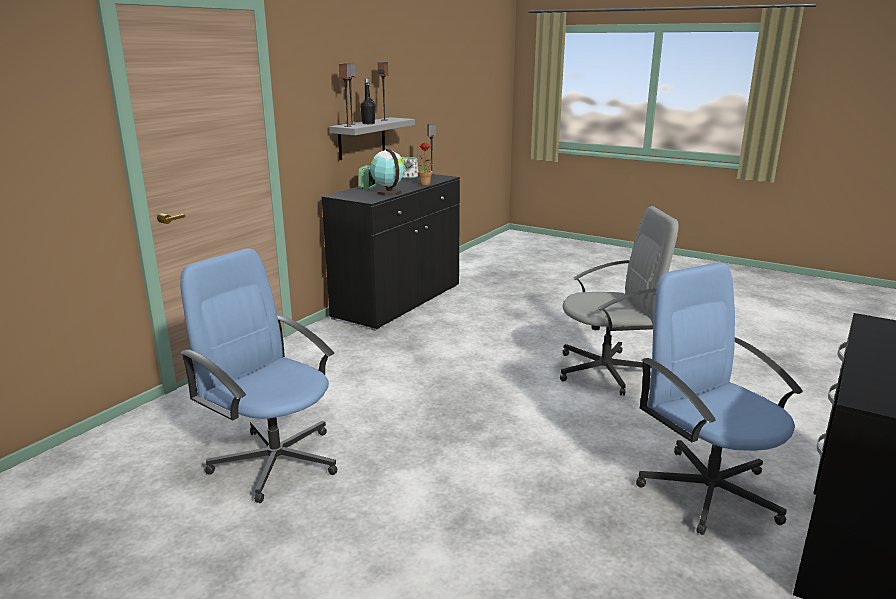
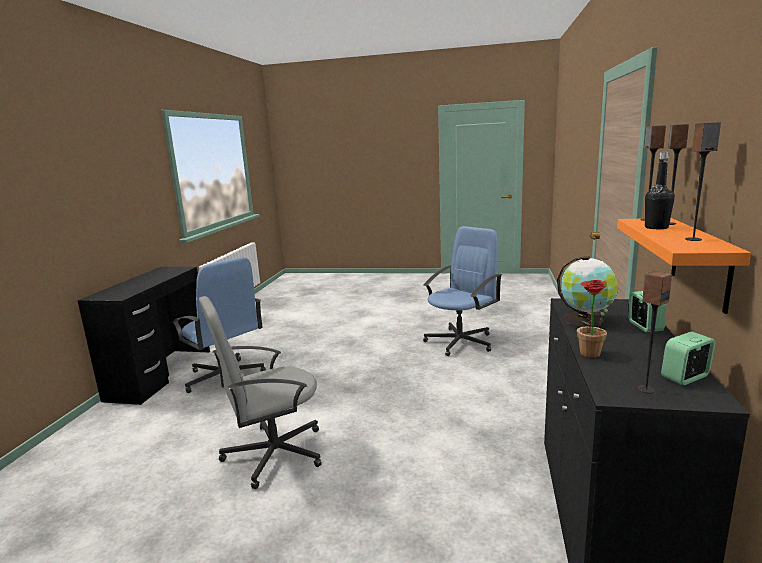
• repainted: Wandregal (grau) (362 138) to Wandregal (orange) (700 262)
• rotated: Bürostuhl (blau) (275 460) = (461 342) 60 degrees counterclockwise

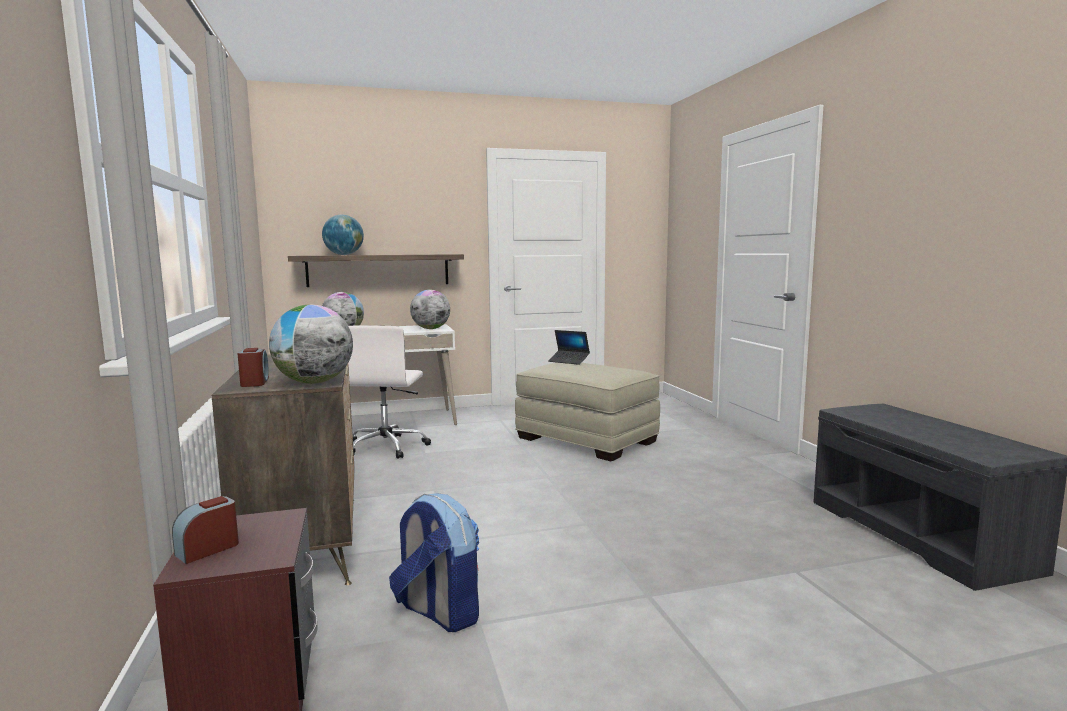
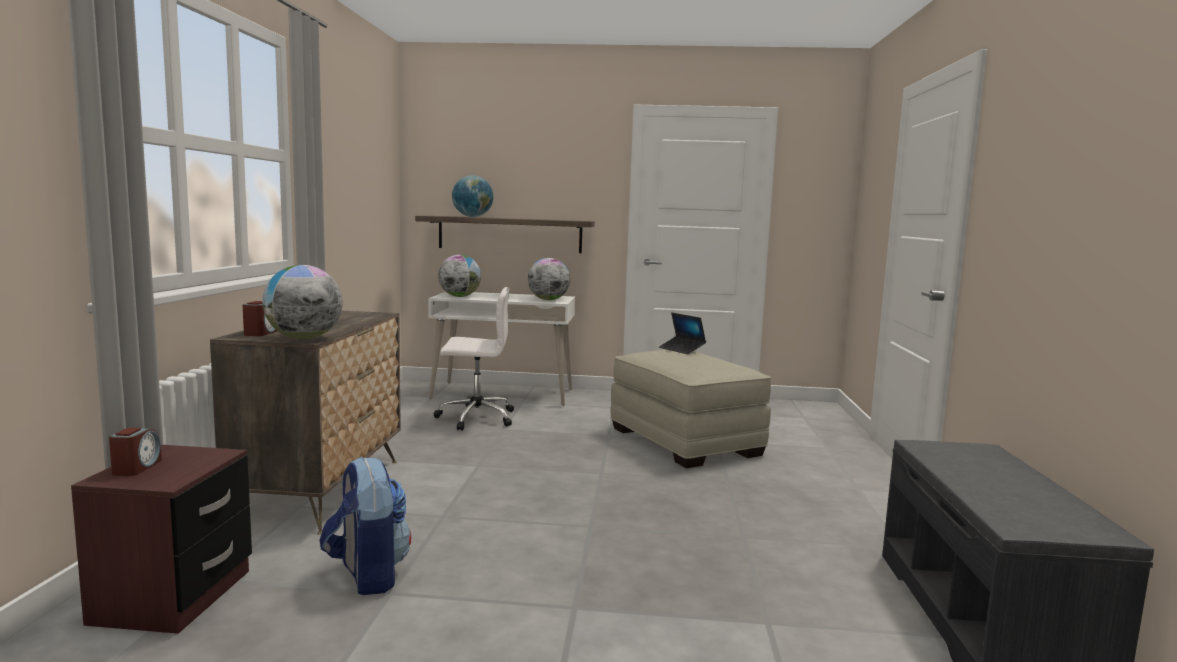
• rotated: Bürostuhl (weiß) (386 447) = (475 418) 120 degrees counterclockwise
• rotated: Wecker (208 549) = (136 467) 120 degrees clockwise

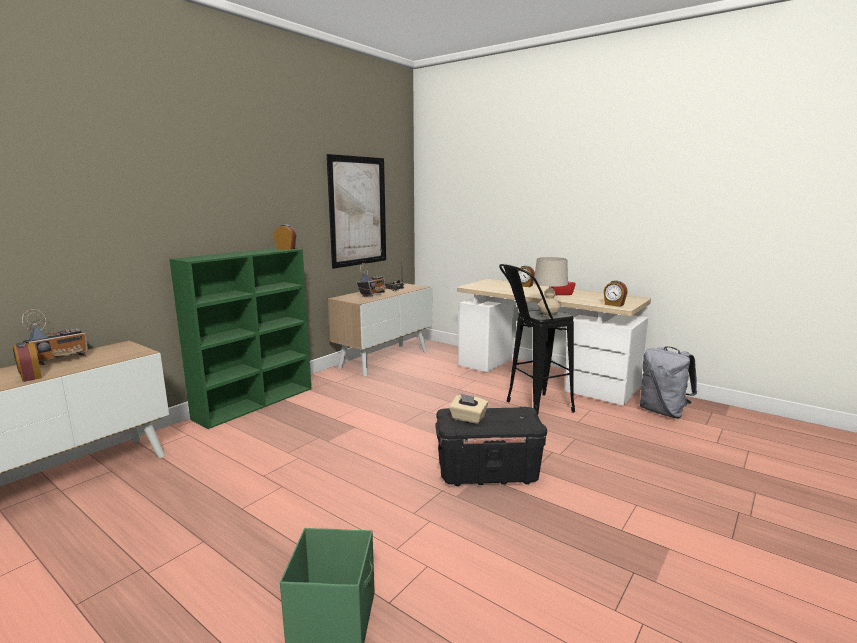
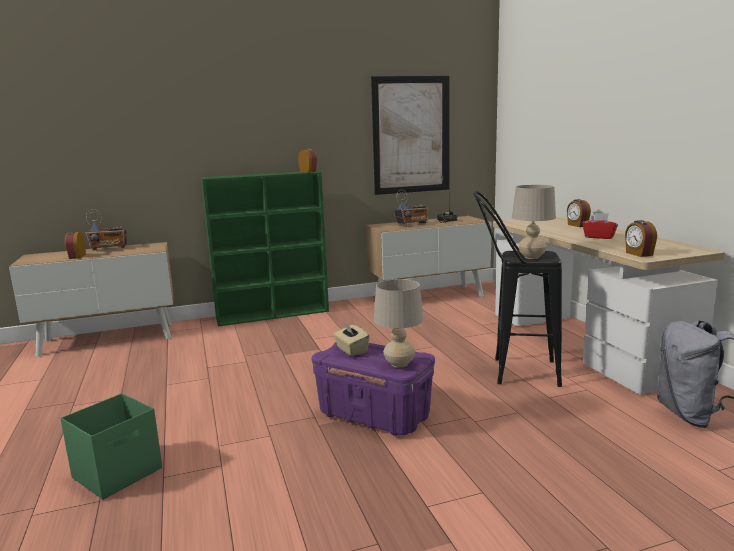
• repainted: Aufbewahrungsbox (schwarz) (488 473) to Aufbewahrungsbox (lila) (375 416)
• new: Tischlampe (beige) (399 364)

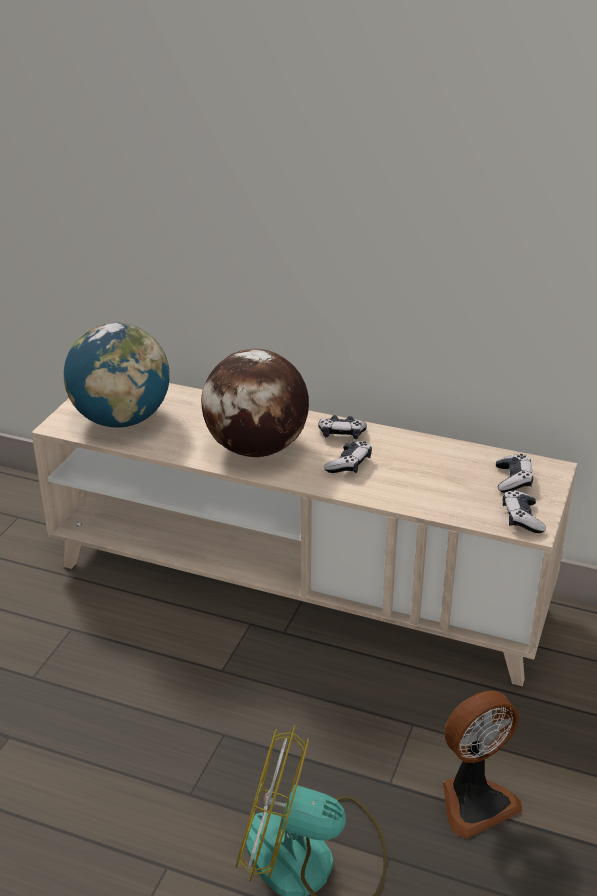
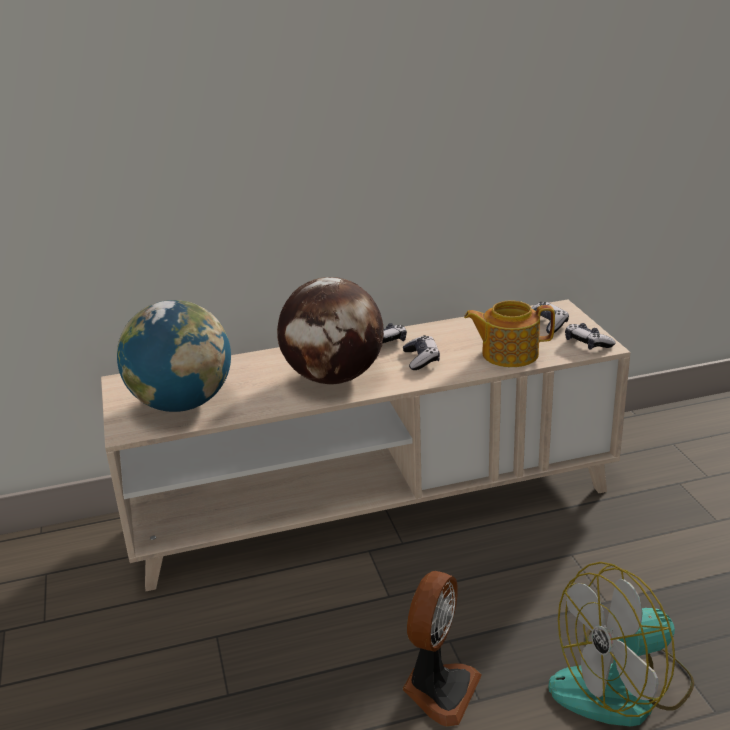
• shifted: Ventilator (474 801) to (438 689)
• new: Teekanne (508 354)

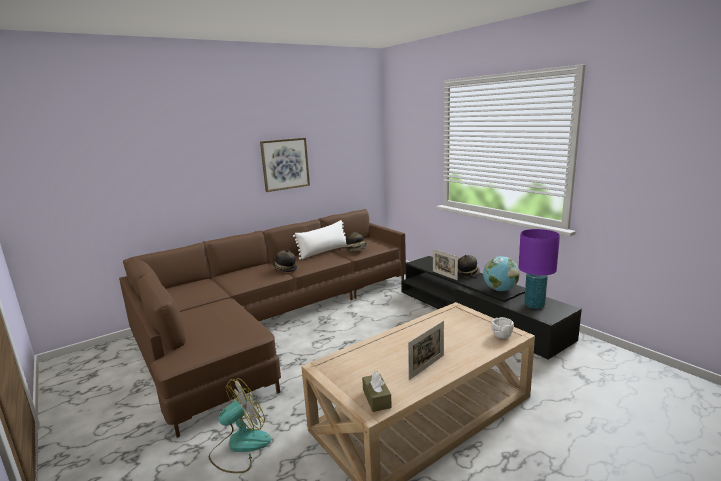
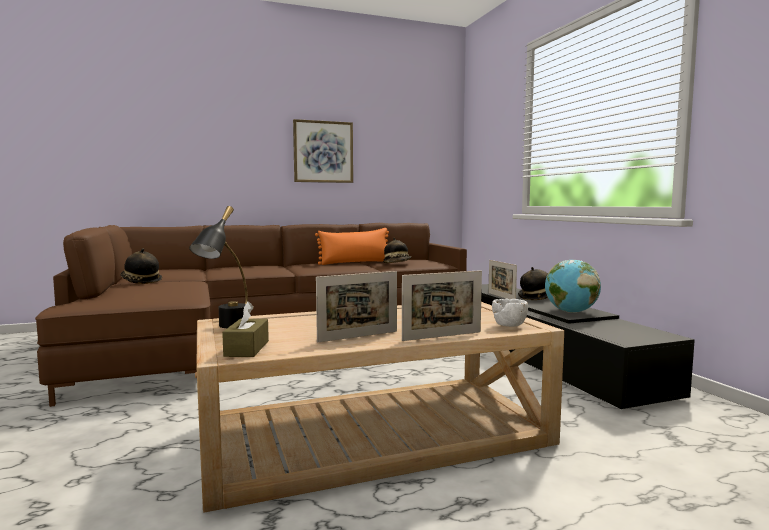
• repainted: Kissen (weiß) (323 252) to Kissen (orange) (355 263)
• gone: Tischlampe (lila) (534 305)
• shifted: Hut (284 269) to (141 281)
• gone: Ventilator (240 446)
• new: Tischlampe (schwarz) (226 328)
• new: Bilderrahmen (442 336)

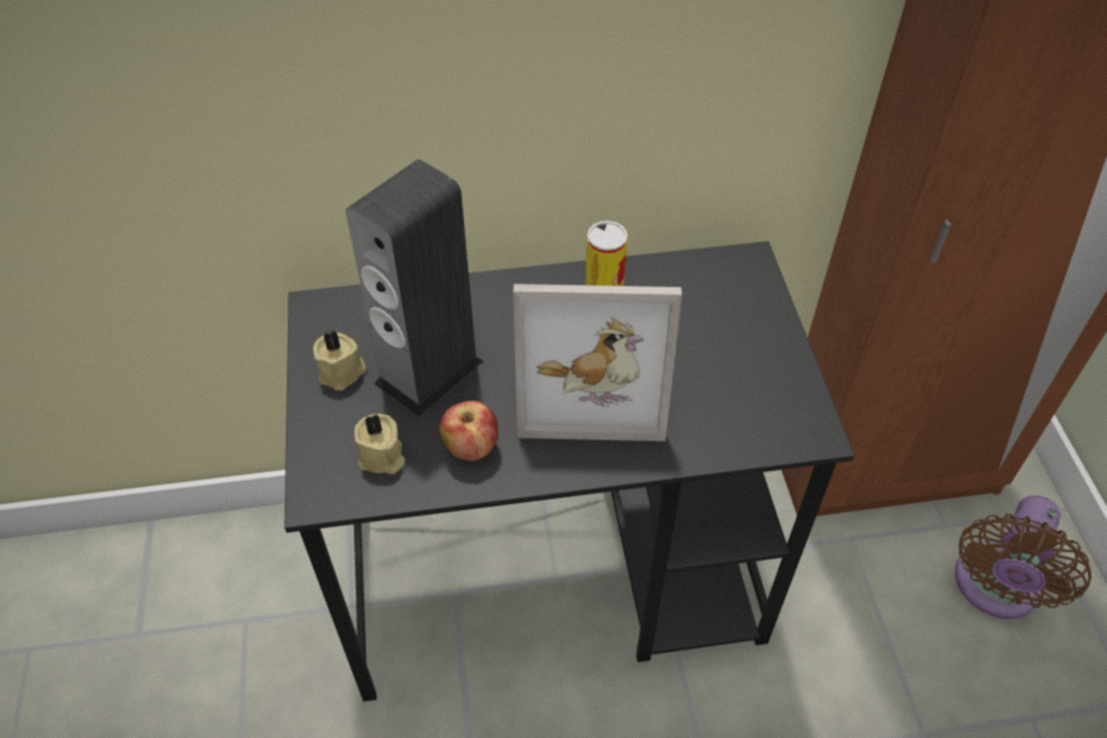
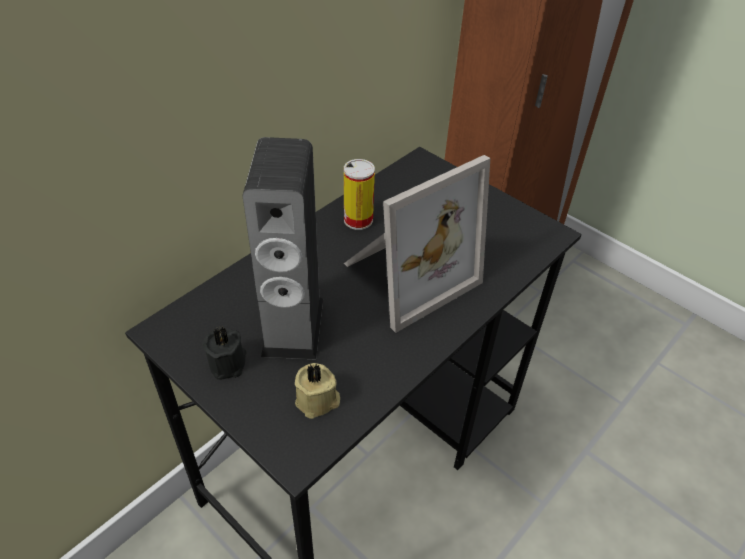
• repainted: Kerze (beige) (343 373) to Kerze (schwarz) (229 363)
• gone: Apfel (471 448)
• gone: Ventilator (braun) (994 588)

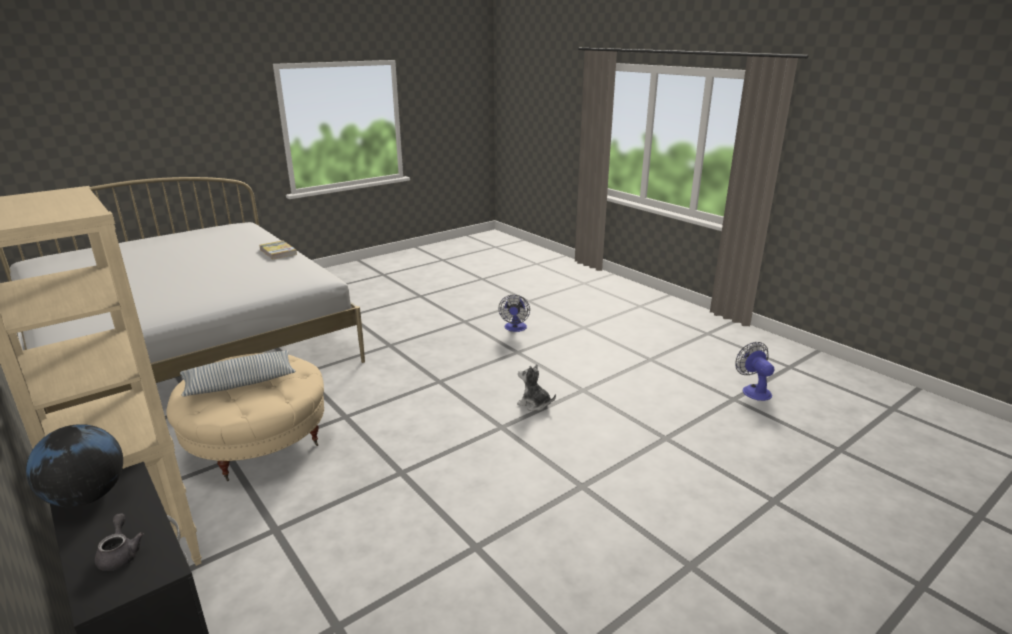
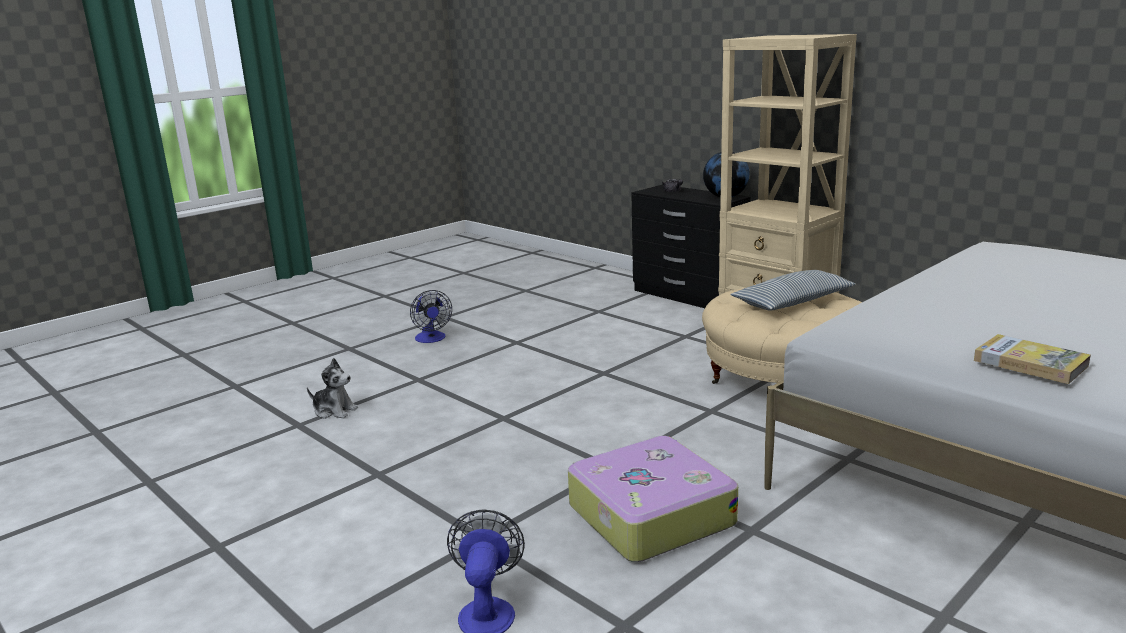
• shifted: Ventilator (753 390) to (431 339)
• shifted: Plüschtier (534 404) to (334 411)
• new: Koffer (648 515)

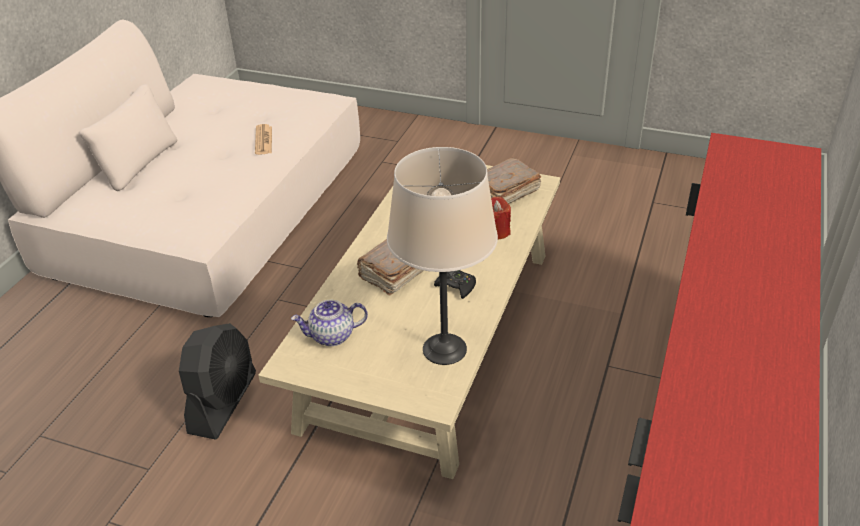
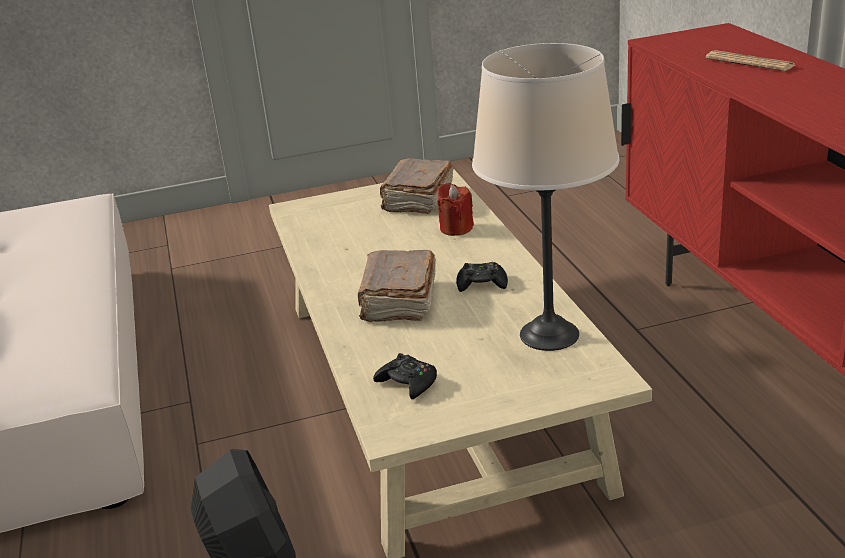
• shifted: Zeitung (263 140) to (749 62)
• swapped: Teekanne (332 336) to Gamepad (schwarz) (408 383)

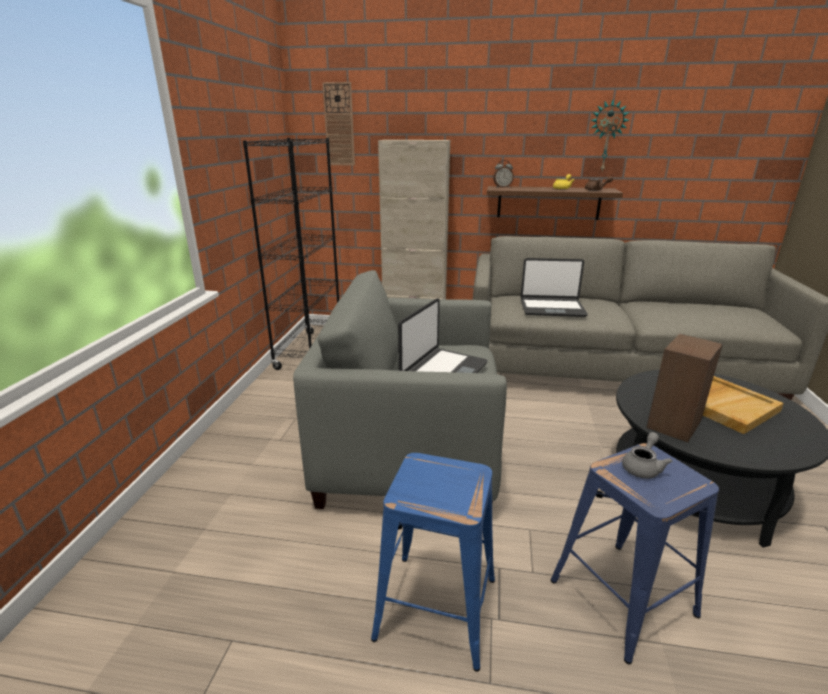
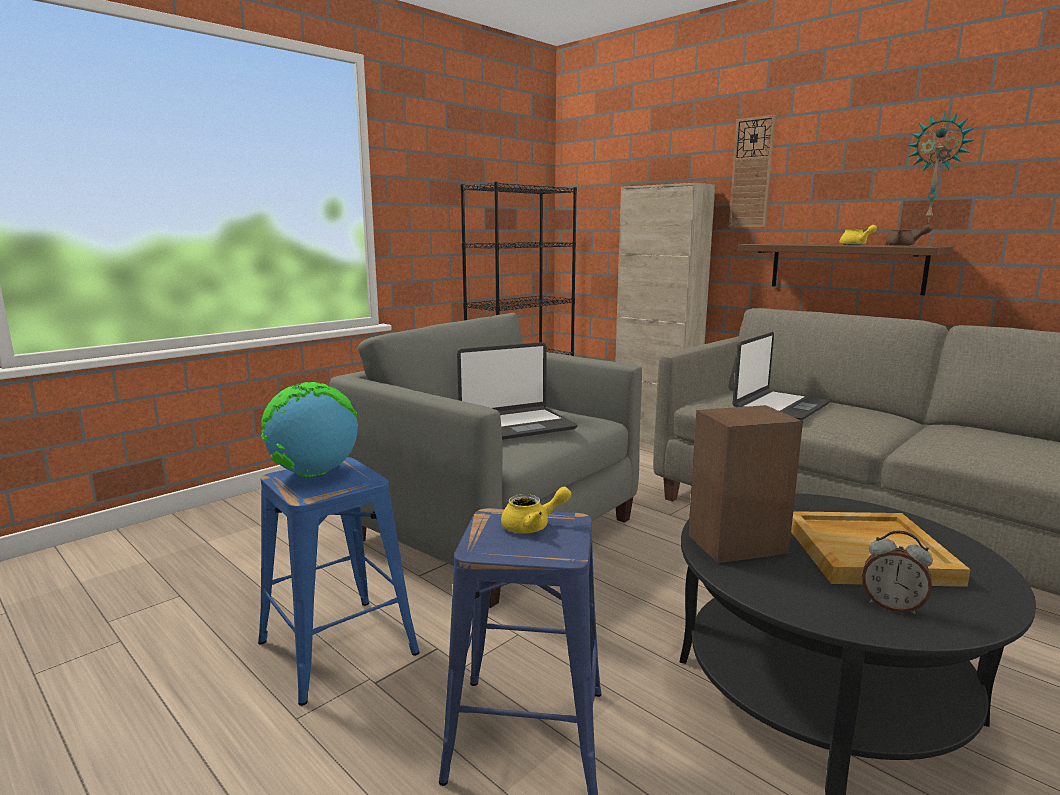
• shifted: Wanduhr (339 125) to (752 173)
• shifted: Wecker (502 187) to (892 606)
• rotated: Laptop (552 308) = (779 407) 90 degrees counterclockwise
• repainted: Teekanne (grau) (643 467) to Teekanne (gelb) (533 526)
• new: Globus (313 473)

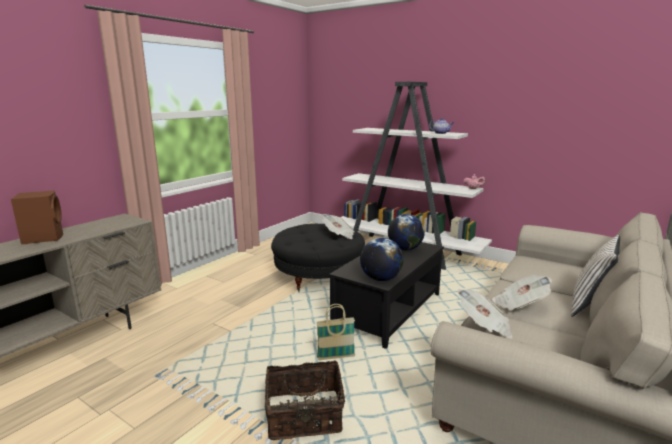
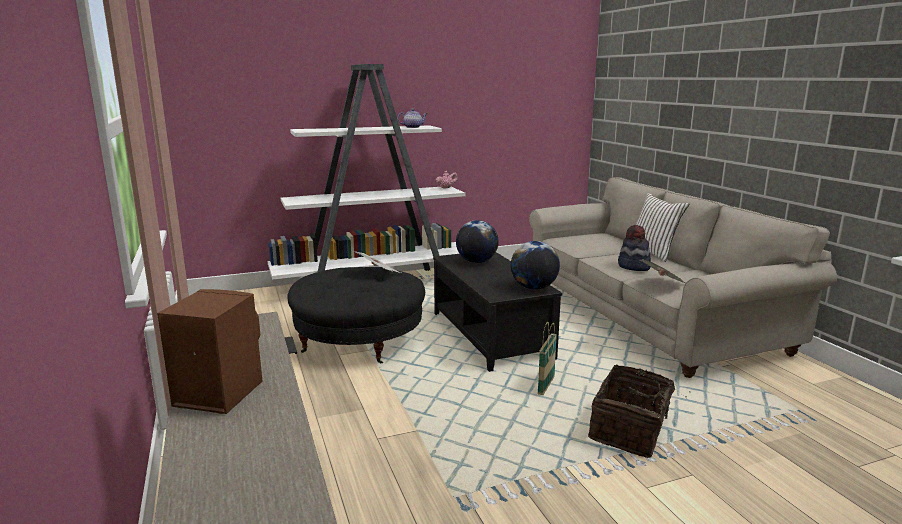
• swapped: Zeitung (519 304) to Hut (633 267)

